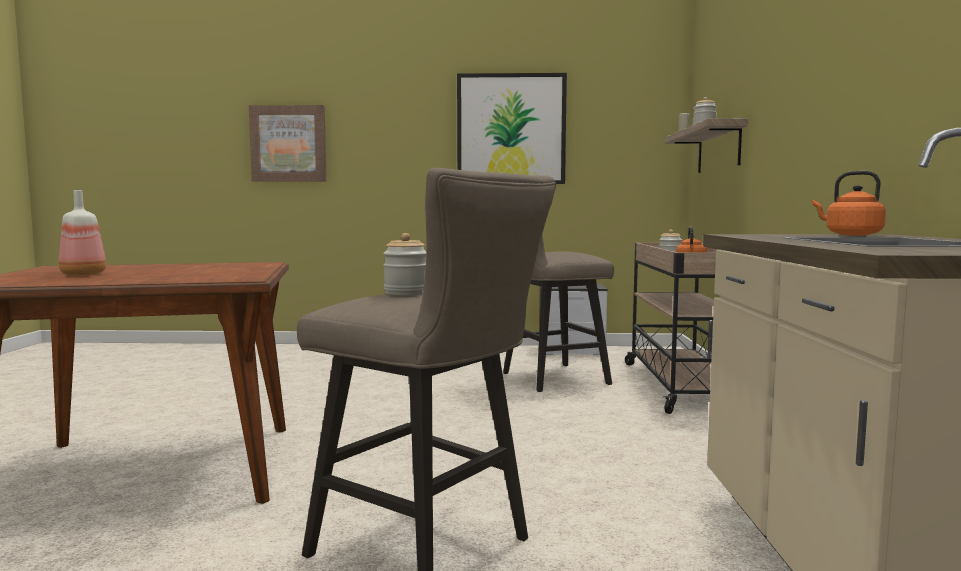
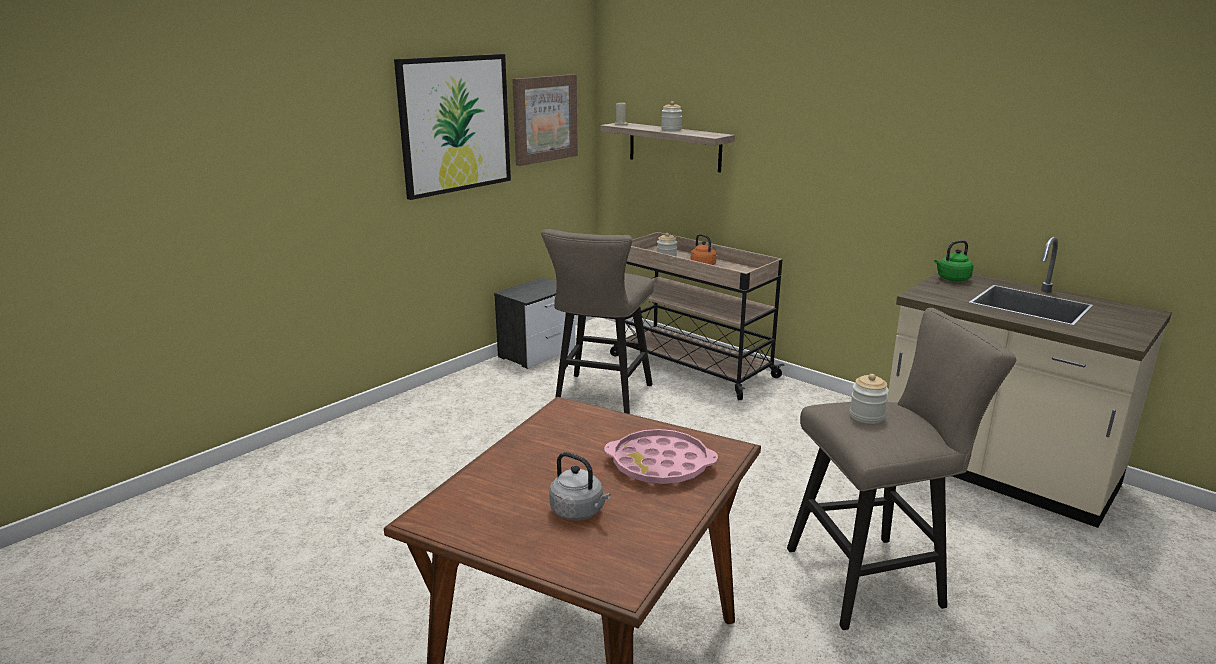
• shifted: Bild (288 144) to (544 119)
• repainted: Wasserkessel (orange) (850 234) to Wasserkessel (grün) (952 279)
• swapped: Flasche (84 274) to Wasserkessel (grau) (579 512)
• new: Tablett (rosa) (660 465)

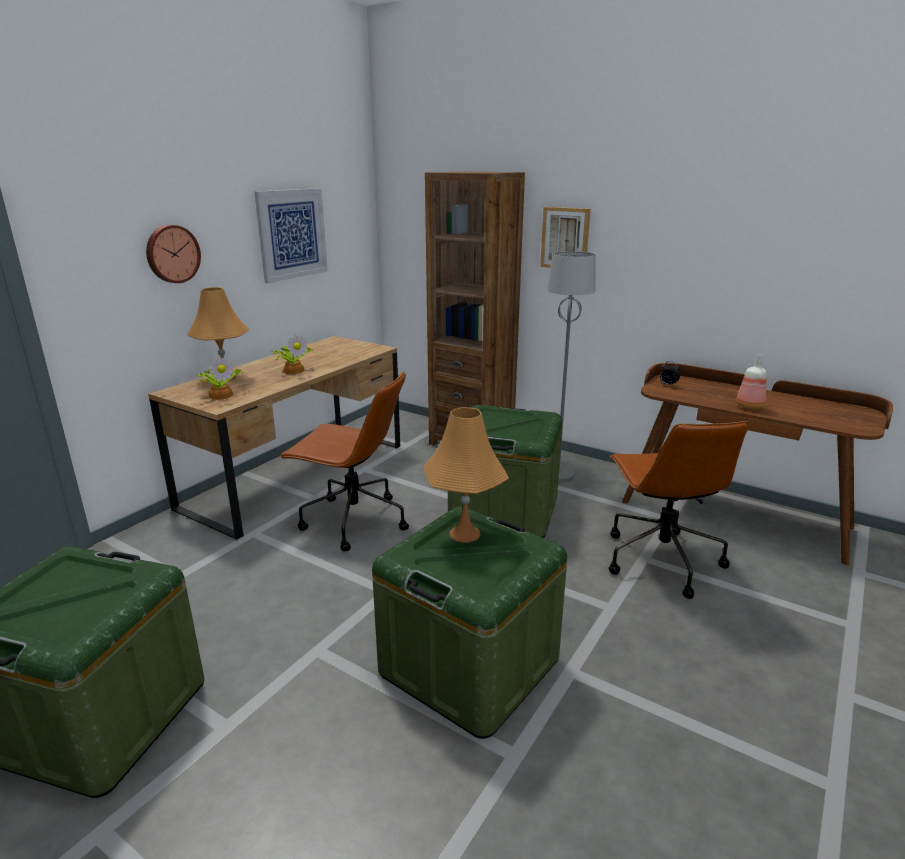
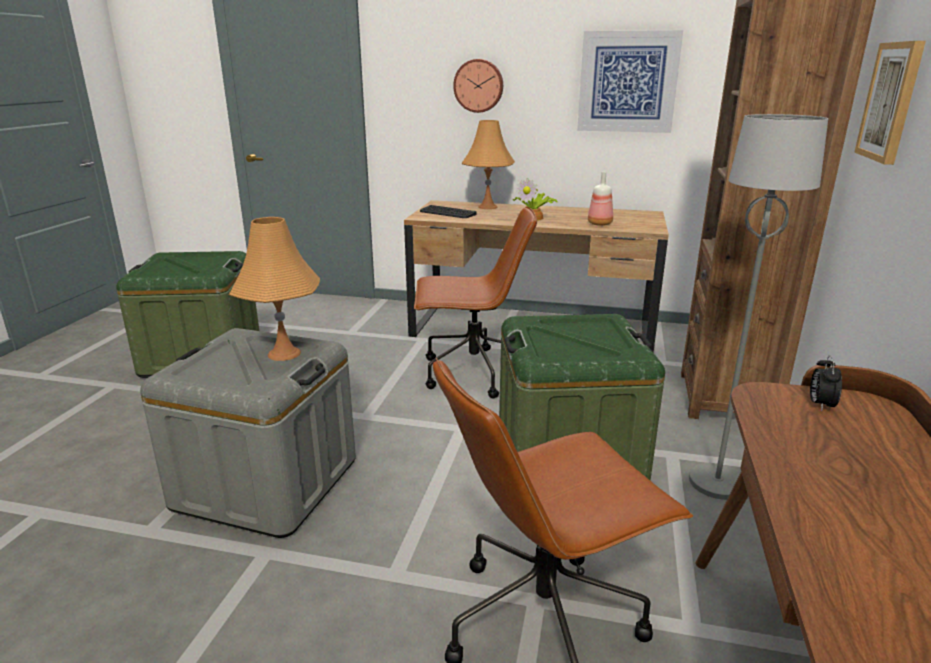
• shifted: Flasche (748 406) to (600 224)
• swapped: Topfpflanze (221 395) to Tastatur (447 213)
• rotated: Bürostuhl (braun) (353 521) = (472 373) 90 degrees counterclockwise
• repainted: Aufbewahrungsbox (grün) (469 665) to Aufbewahrungsbox (grau) (267 483)

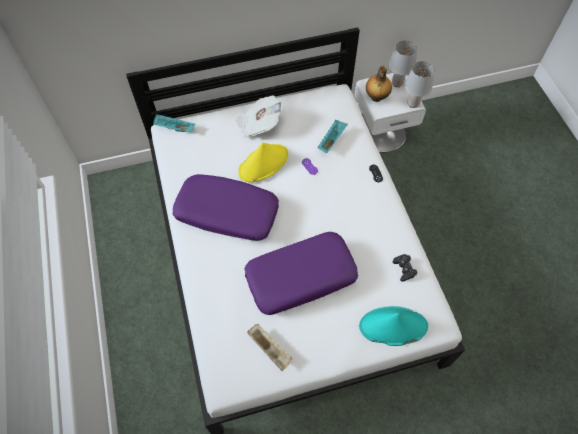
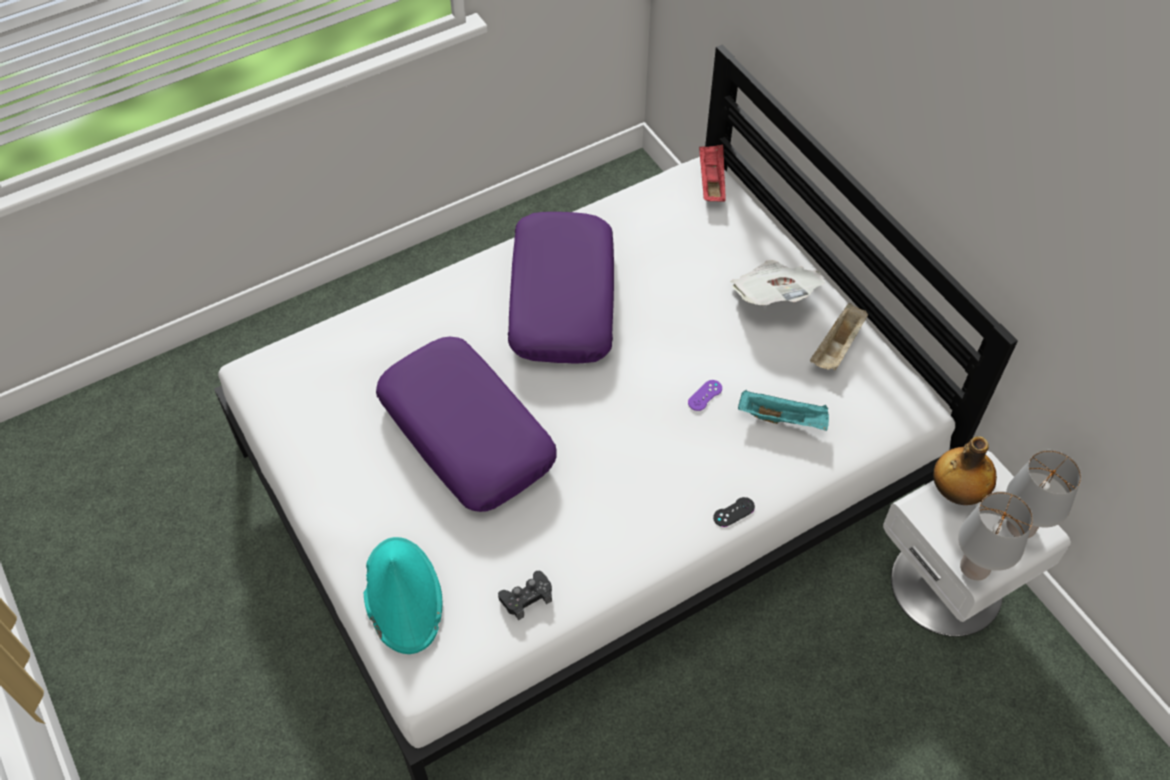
• repainted: Tablett (türkis) (174 128) to Tablett (rot) (711 182)
• gone: Hut (gelb) (263 163)
• shifted: Tablett (beige) (270 349) to (837 347)

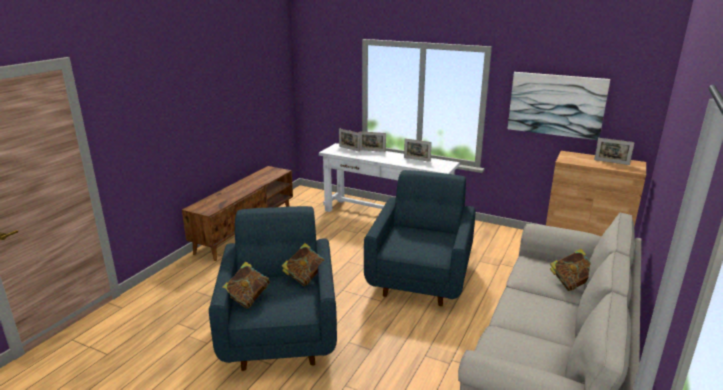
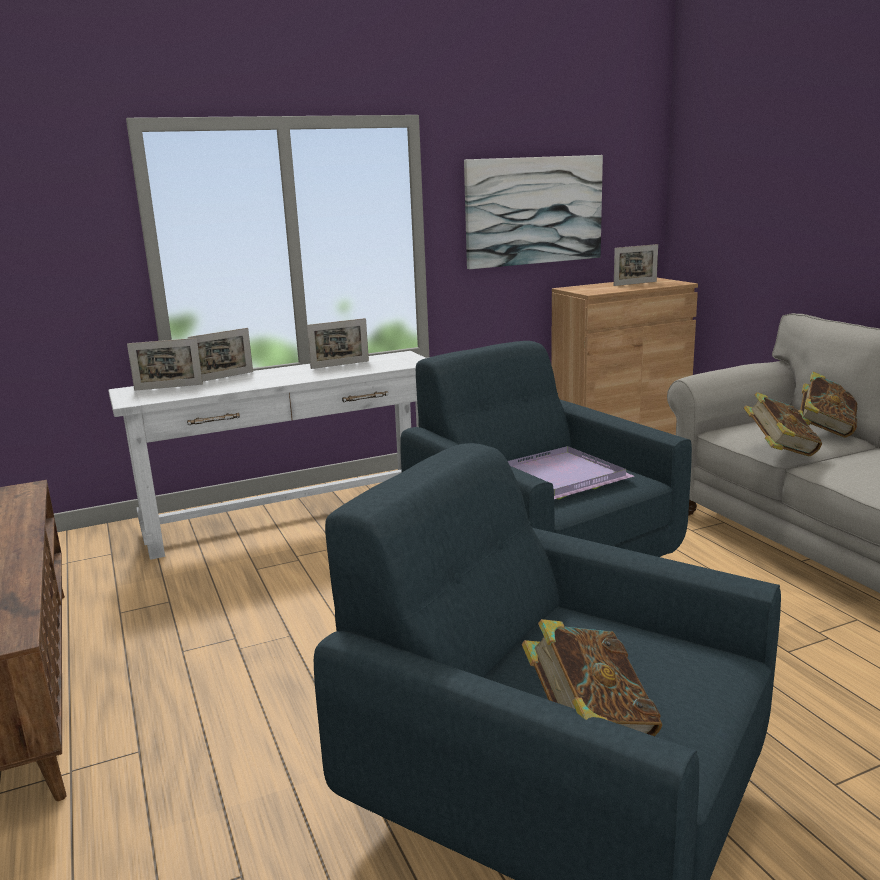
• shifted: Buch (305 277) to (779 451)
• new: Tablett (lila) (561 476)

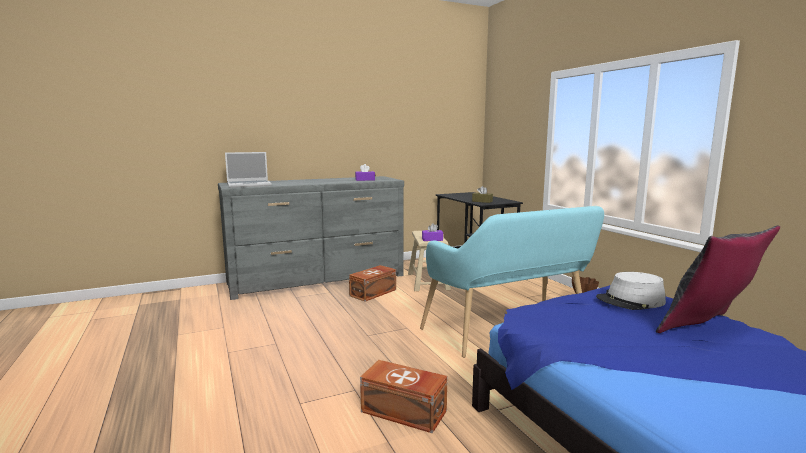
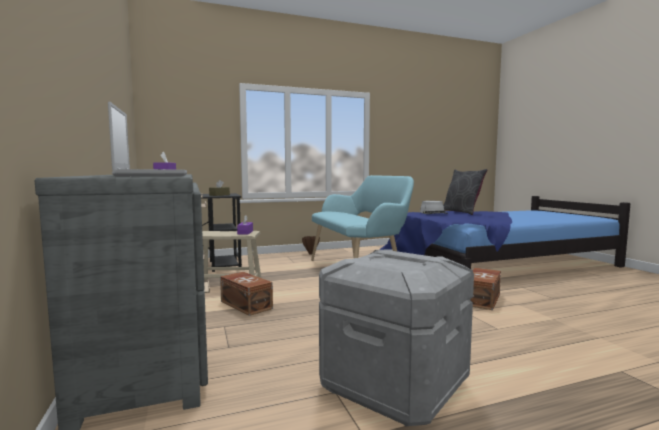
• new: Aufbewahrungsbox (grau) (393 385)

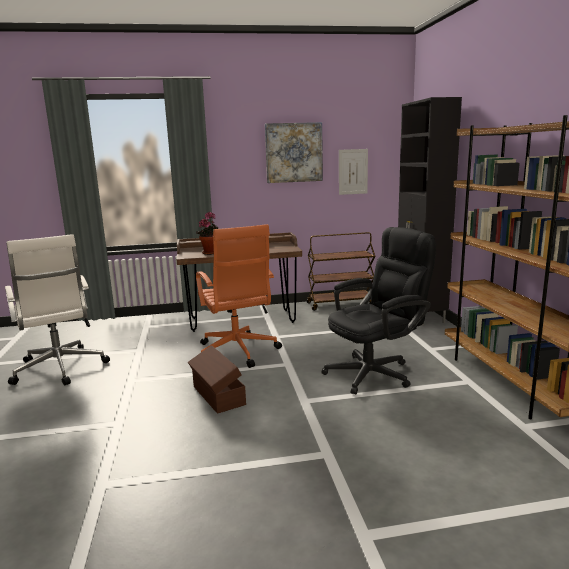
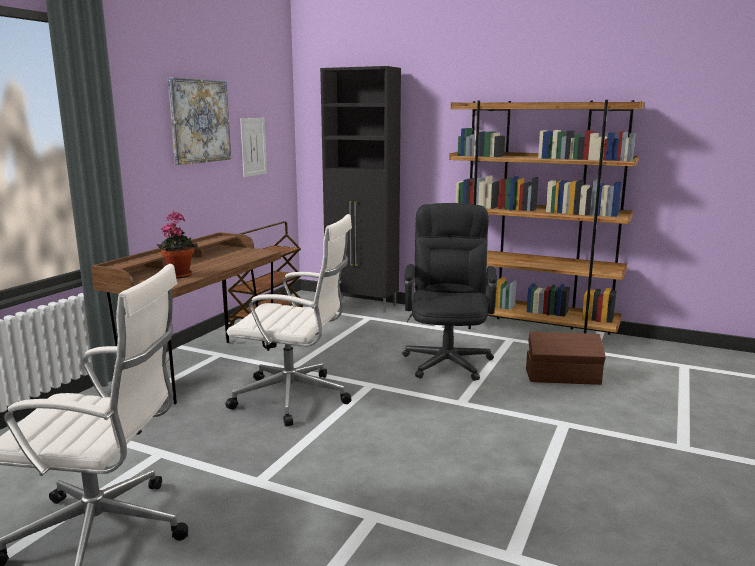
• repainted: Bürostuhl (orange) (237 352) to Bürostuhl (weiß) (294 398)
• shifted: Aufbewahrungsbox (braun) (218 396) to (563 377)

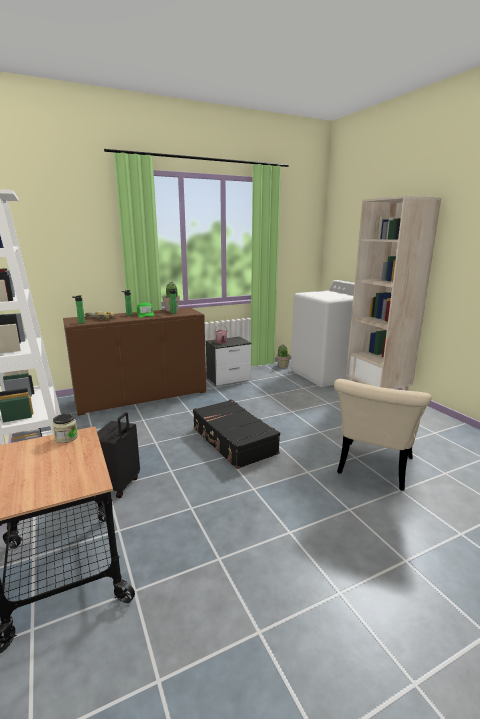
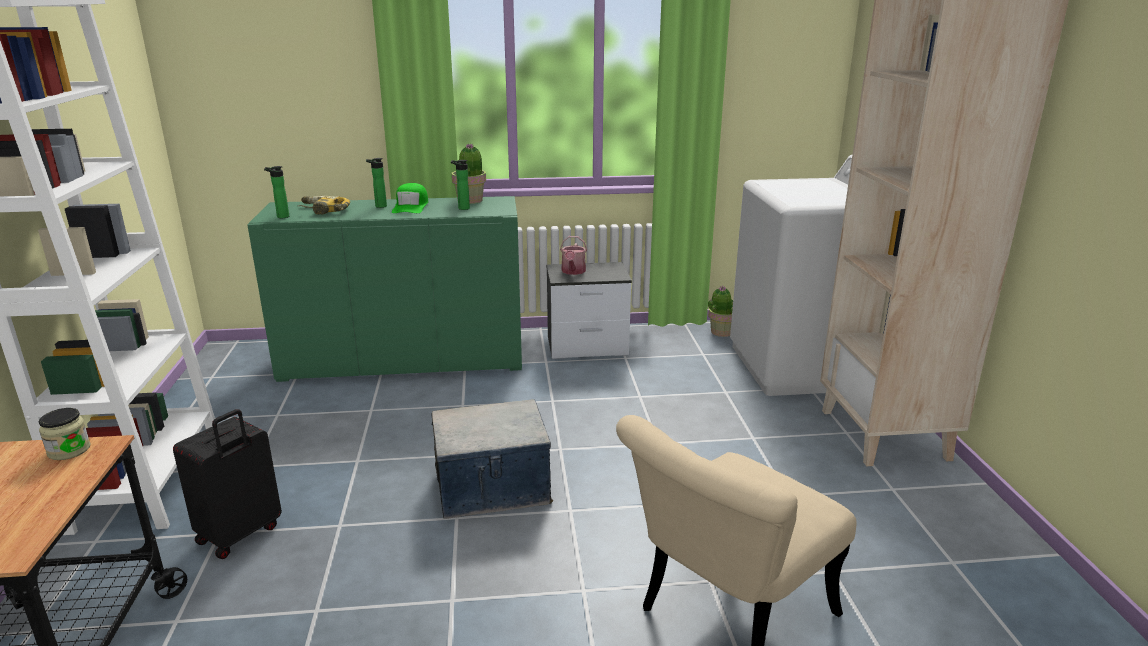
• repainted: Schrank (braun) (141 396) to Schrank (grün) (404 360)
• swapped: Koffer (schwarz) (233 441) to Aufbewahrungsbox (492 488)

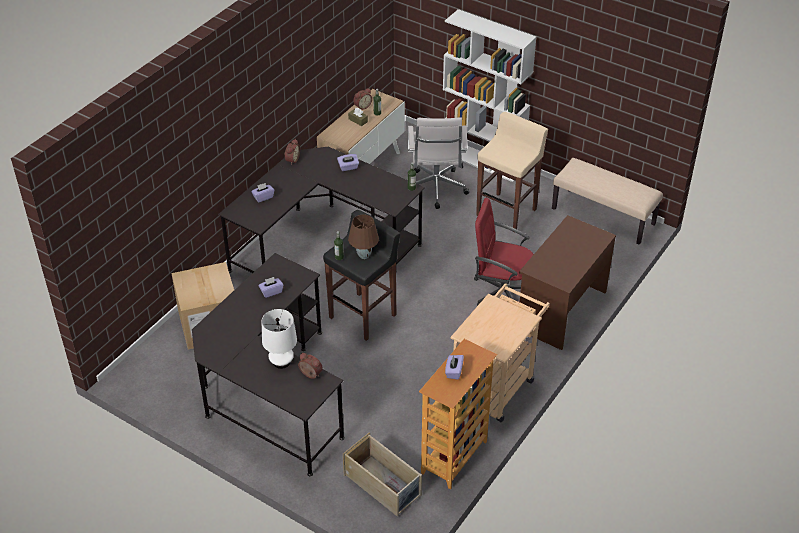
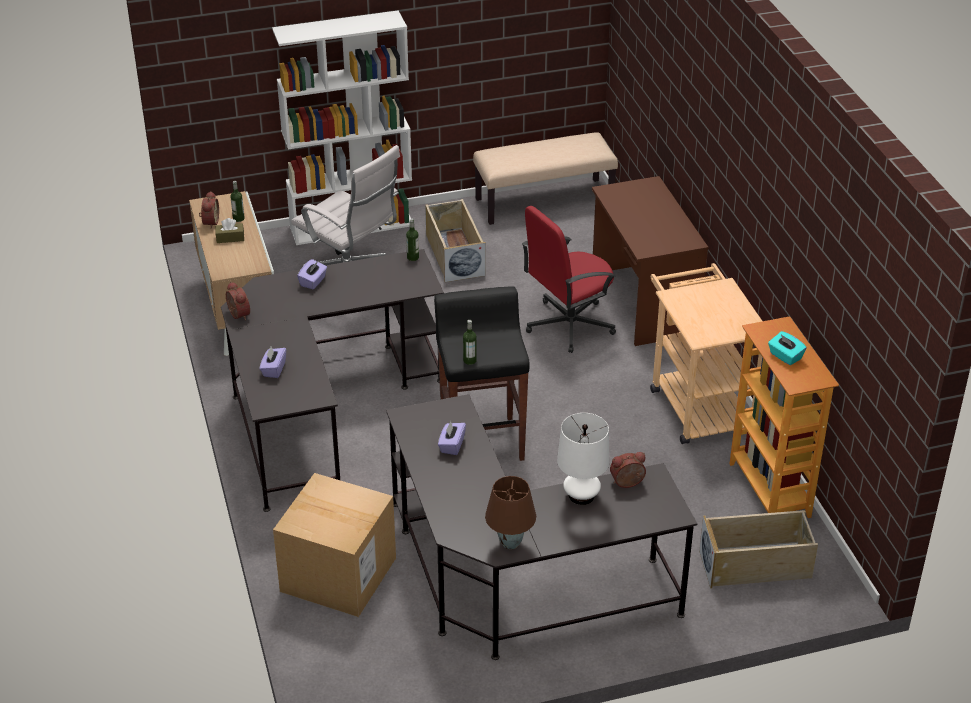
• swapped: Hocker (beige) (507 212) to Aufbewahrungsbox (beige) (454 255)
• shifted: Tischlampe (braun) (363 255) to (509 543)
• repainted: Taschentuchbox (lila) (454 371) to Taschentuchbox (türkis) (785 356)

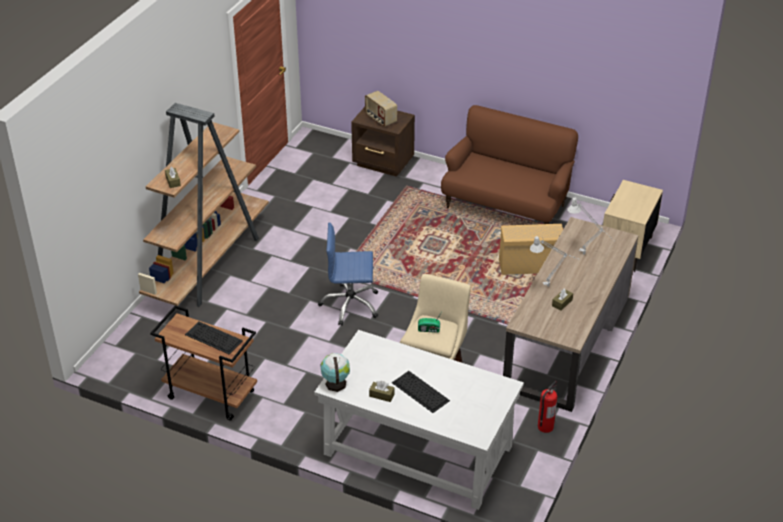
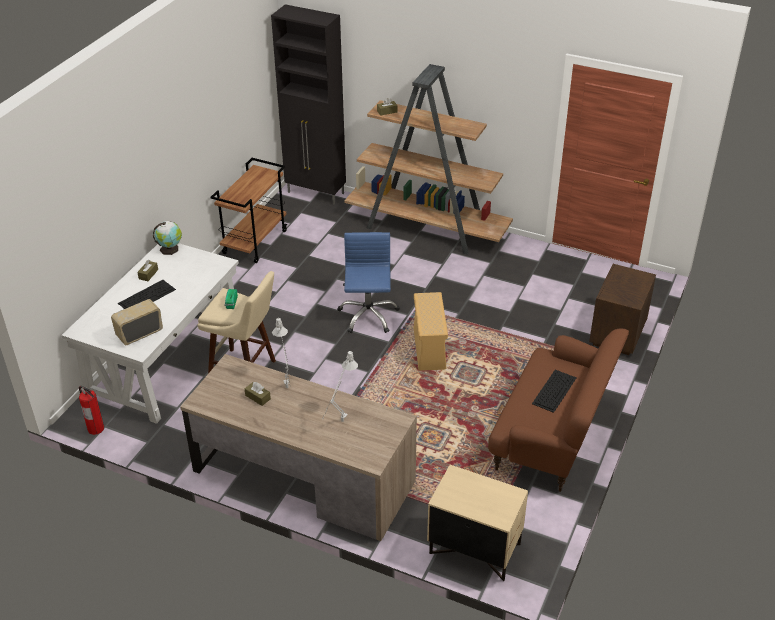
• shifted: Radio (380 119) to (139 333)
• shifted: Aufbewahrungsbox (beige) (531 265) to (429 349)
• shifted: Tastatur (213 337) to (554 390)
• shifted: Feuerlöscher (545 427) to (95 428)
• new: Schrank (schwarz) (316 193)

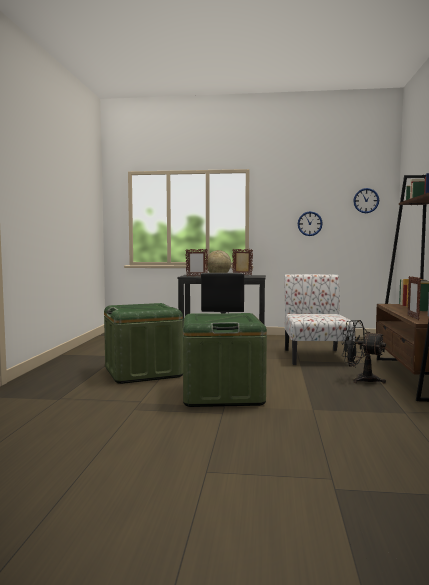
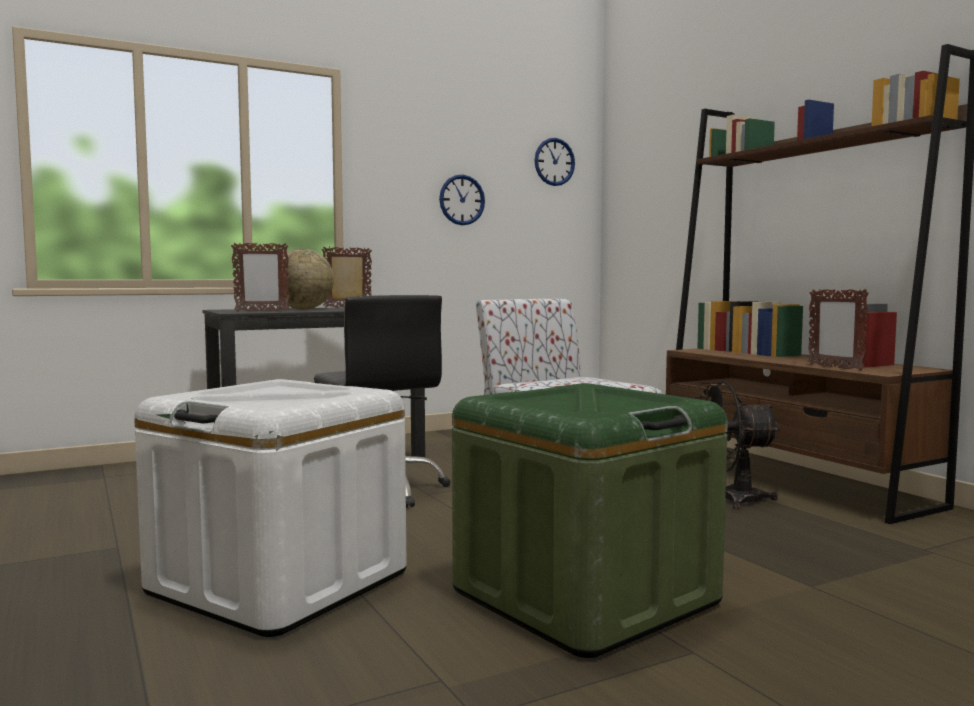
• repainted: Aufbewahrungsbox (grün) (143 372) to Aufbewahrungsbox (weiß) (279 582)

